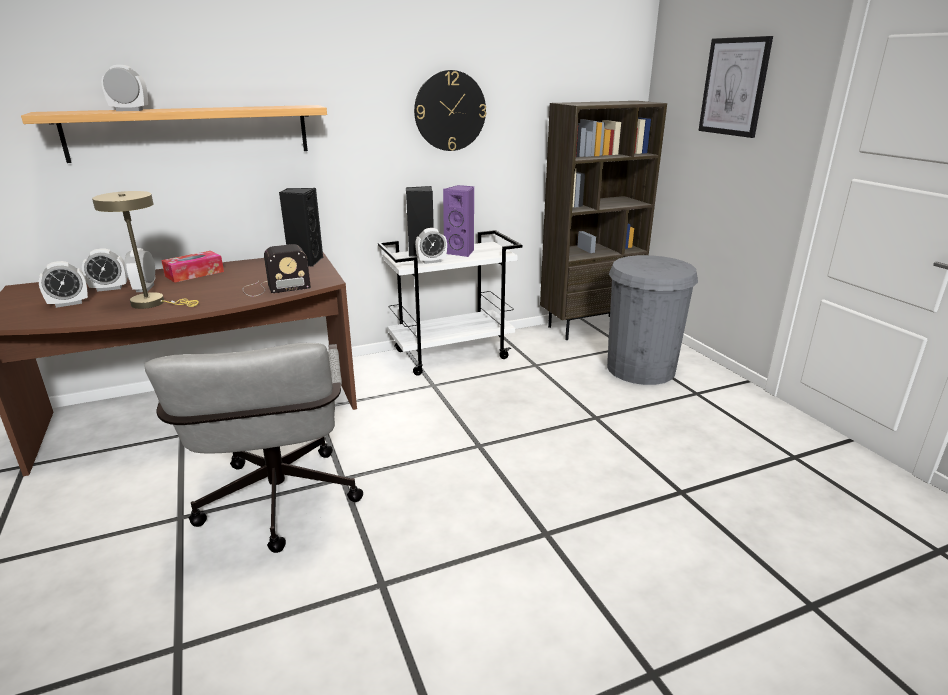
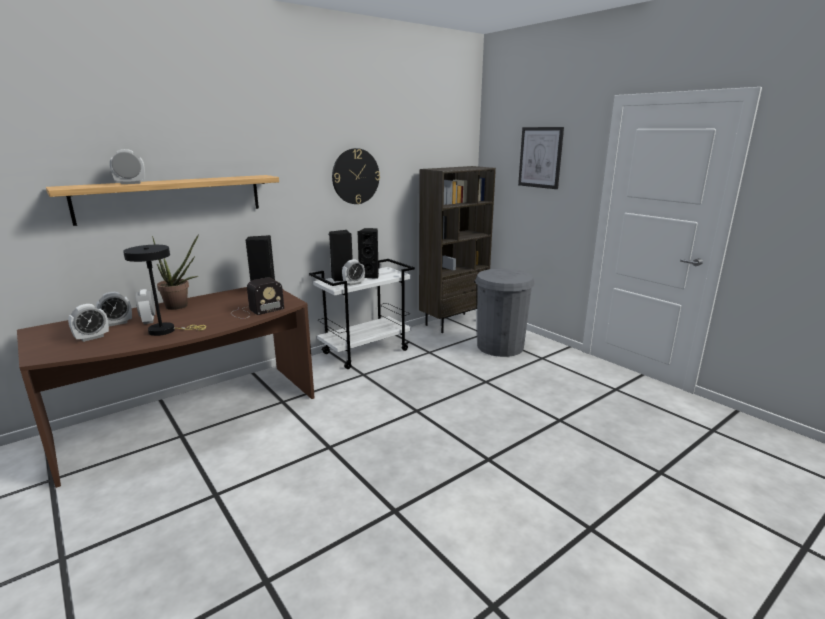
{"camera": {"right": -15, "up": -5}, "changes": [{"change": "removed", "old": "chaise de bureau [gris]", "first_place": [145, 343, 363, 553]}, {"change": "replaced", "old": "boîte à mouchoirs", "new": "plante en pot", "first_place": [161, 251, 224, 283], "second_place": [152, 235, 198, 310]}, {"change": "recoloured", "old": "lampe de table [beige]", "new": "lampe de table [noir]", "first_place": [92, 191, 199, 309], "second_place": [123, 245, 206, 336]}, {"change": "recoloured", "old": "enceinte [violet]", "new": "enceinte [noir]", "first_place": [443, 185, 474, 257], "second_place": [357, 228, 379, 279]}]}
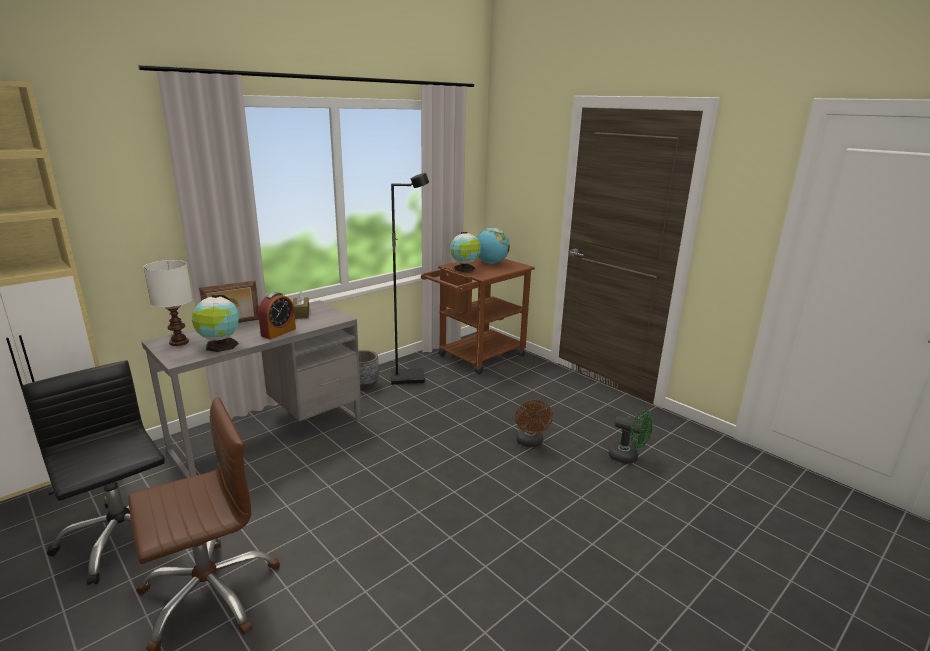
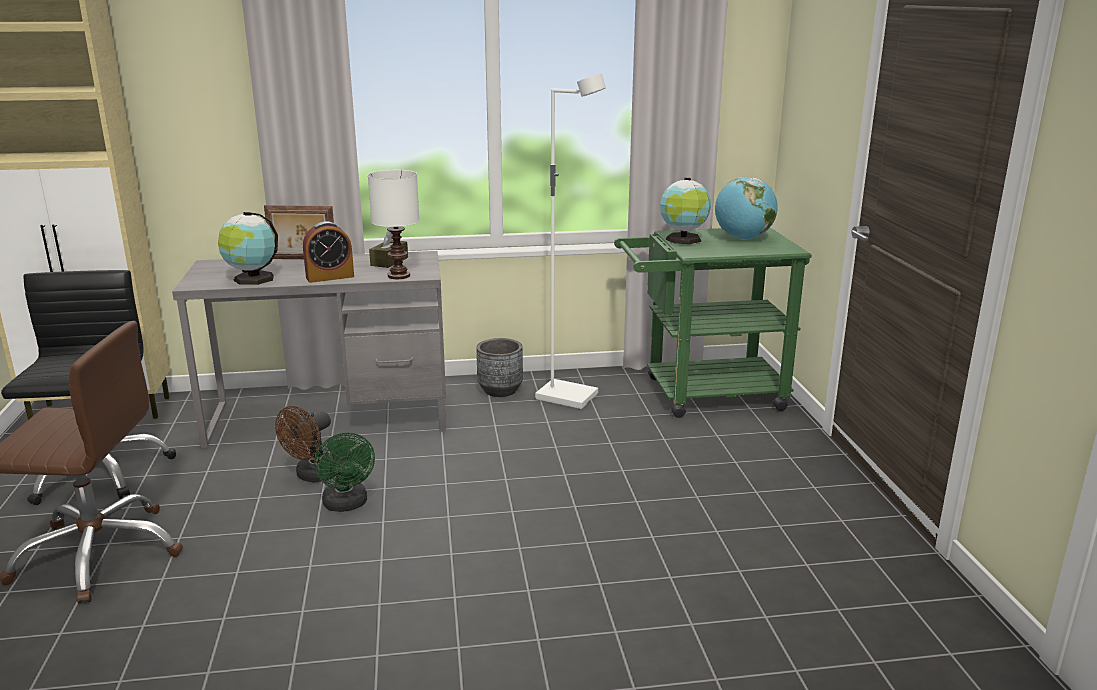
{"camera": {"right": 35, "up": 0}, "changes": [{"change": "moved", "old": "lampe de table [blanc]", "first_place": [143, 260, 193, 346], "second_place": [368, 170, 419, 279]}, {"change": "moved", "old": "ventilateur [marron]", "first_place": [515, 400, 553, 447], "second_place": [275, 406, 336, 482]}, {"change": "moved", "old": "ventilateur [vert]", "first_place": [609, 410, 653, 464], "second_place": [314, 433, 375, 512]}, {"change": "recoloured", "old": "lampadaire [noir]", "new": "lampadaire [blanc]", "first_place": [391, 173, 429, 385], "second_place": [535, 73, 606, 409]}, {"change": "recoloured", "old": "chariot [marron]", "new": "chariot [vert]", "first_place": [421, 258, 535, 374], "second_place": [614, 227, 812, 418]}]}
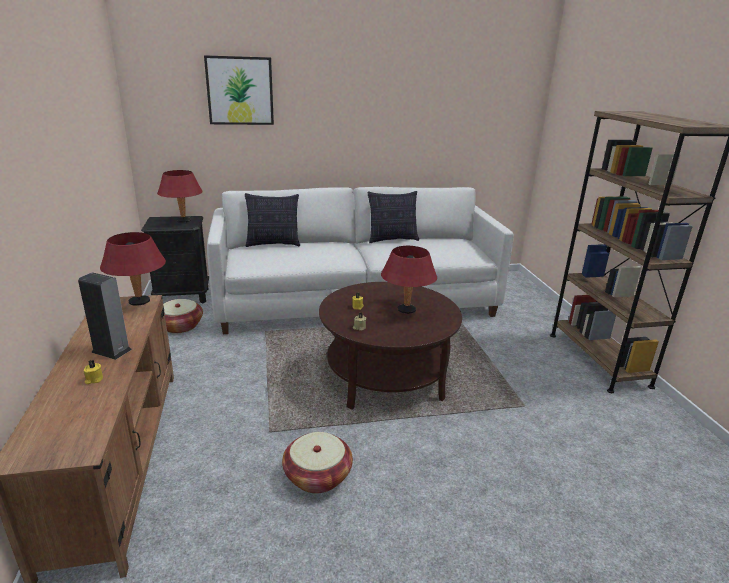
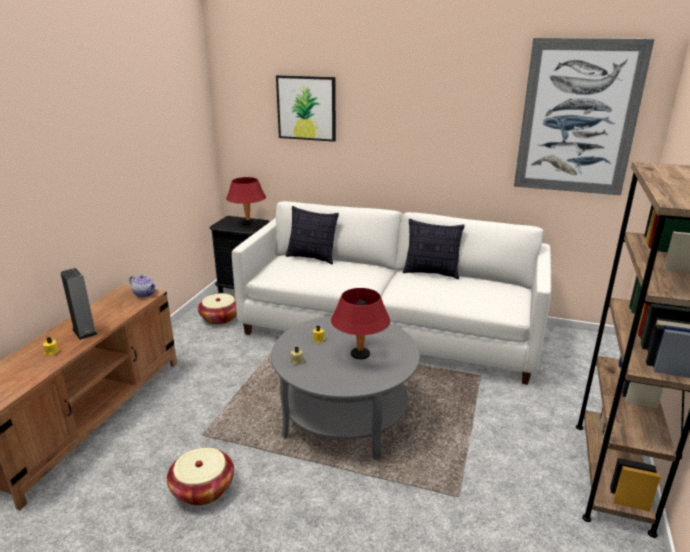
{"camera": {"right": 30, "up": 0}, "changes": [{"change": "added", "new": "tableau", "second_place": [514, 38, 654, 195]}, {"change": "replaced", "old": "lampe de table [rouge]", "new": "théière", "first_place": [100, 232, 166, 306], "second_place": [129, 275, 156, 298]}, {"change": "recoloured", "old": "table basse [marron]", "new": "table basse [gris]", "first_place": [319, 282, 462, 410], "second_place": [271, 316, 420, 460]}]}
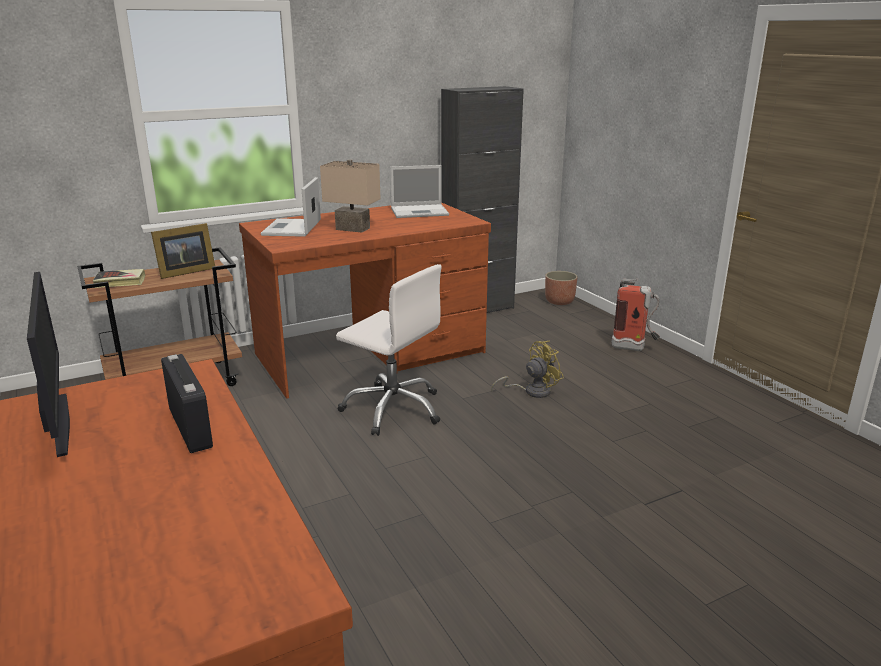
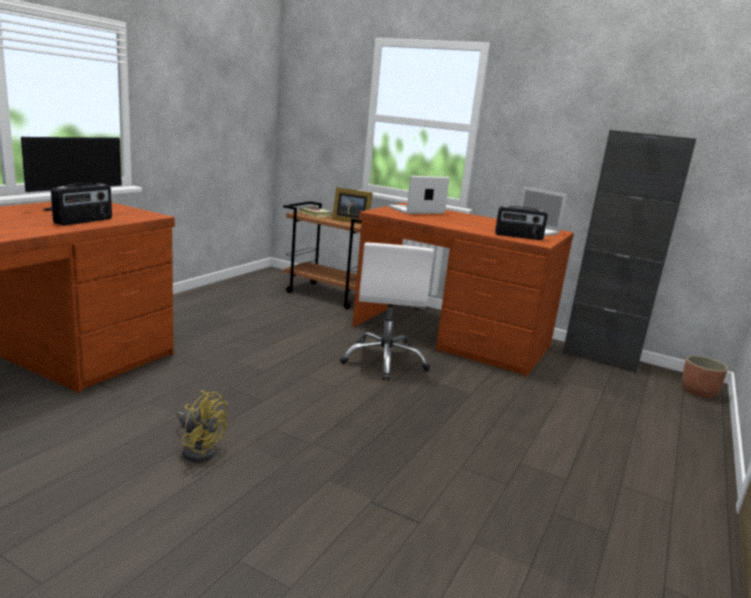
{"camera": {"right": 55, "up": -5}, "changes": [{"change": "removed", "old": "lampe de table [beige]", "first_place": [320, 159, 380, 232]}, {"change": "removed", "old": "extincteur", "first_place": [611, 279, 660, 351]}, {"change": "added", "new": "radio", "second_place": [495, 206, 548, 240]}, {"change": "moved", "old": "ventilateur [jaune]", "first_place": [491, 341, 564, 398], "second_place": [176, 390, 227, 462]}]}
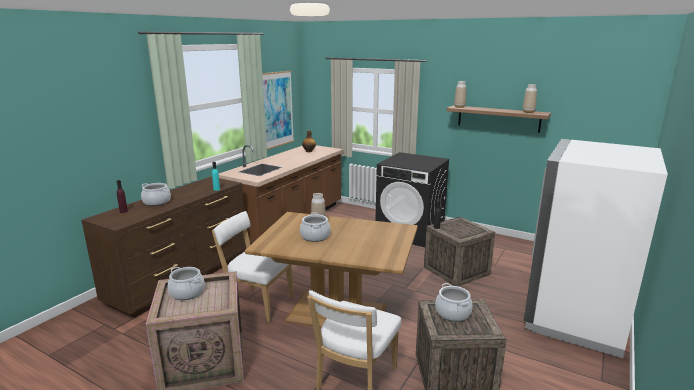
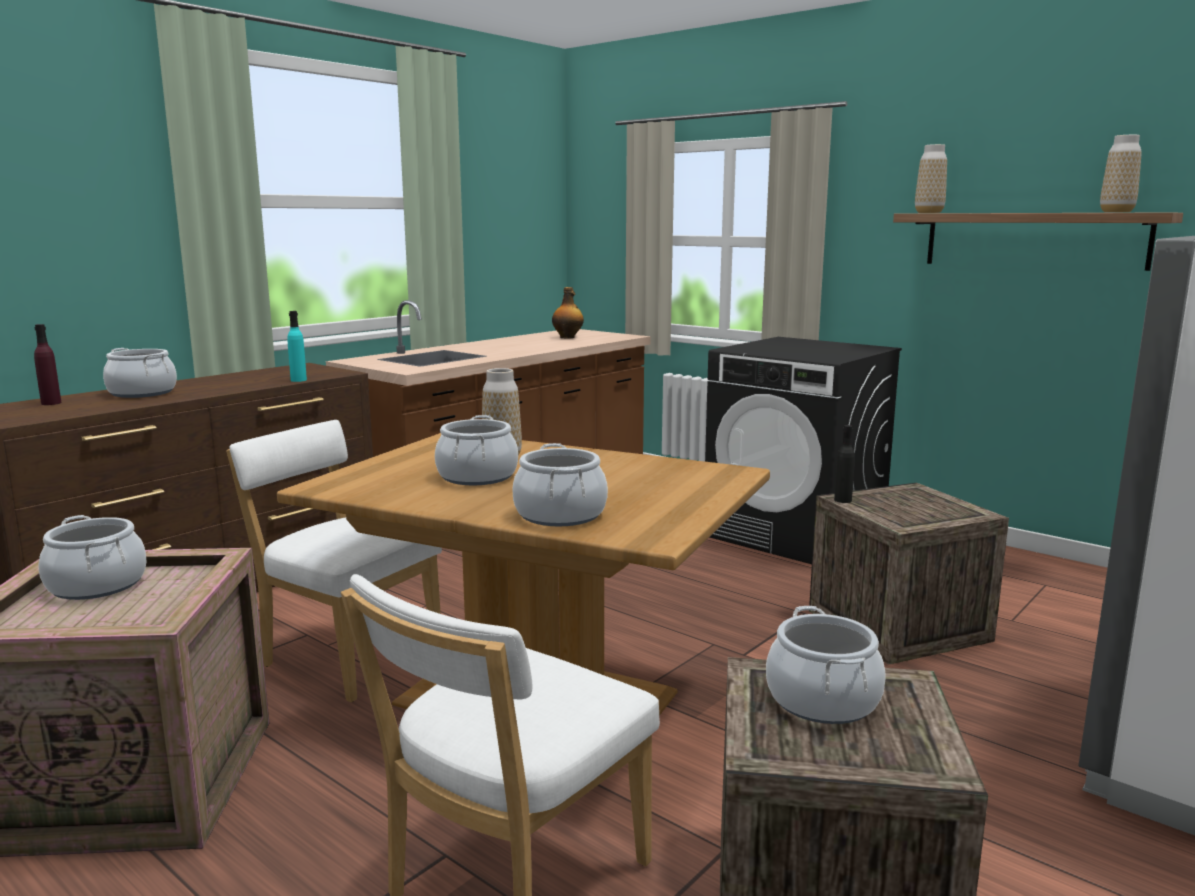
{"camera": {"right": 10, "up": -5}, "changes": [{"change": "removed", "old": "tableau", "first_place": [262, 71, 294, 150]}, {"change": "added", "new": "marmite", "second_place": [512, 443, 608, 526]}]}
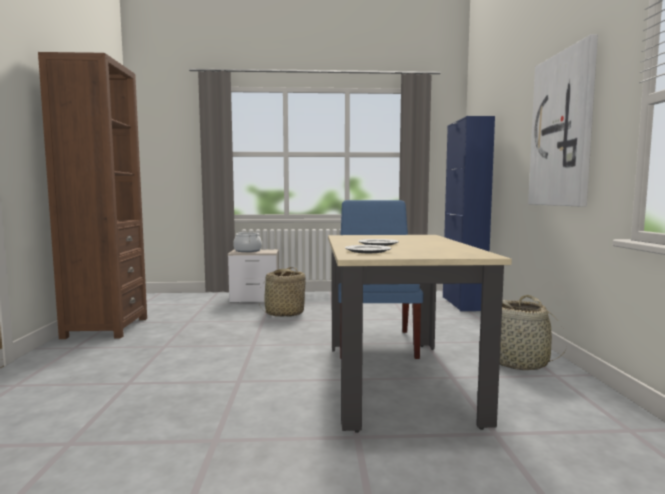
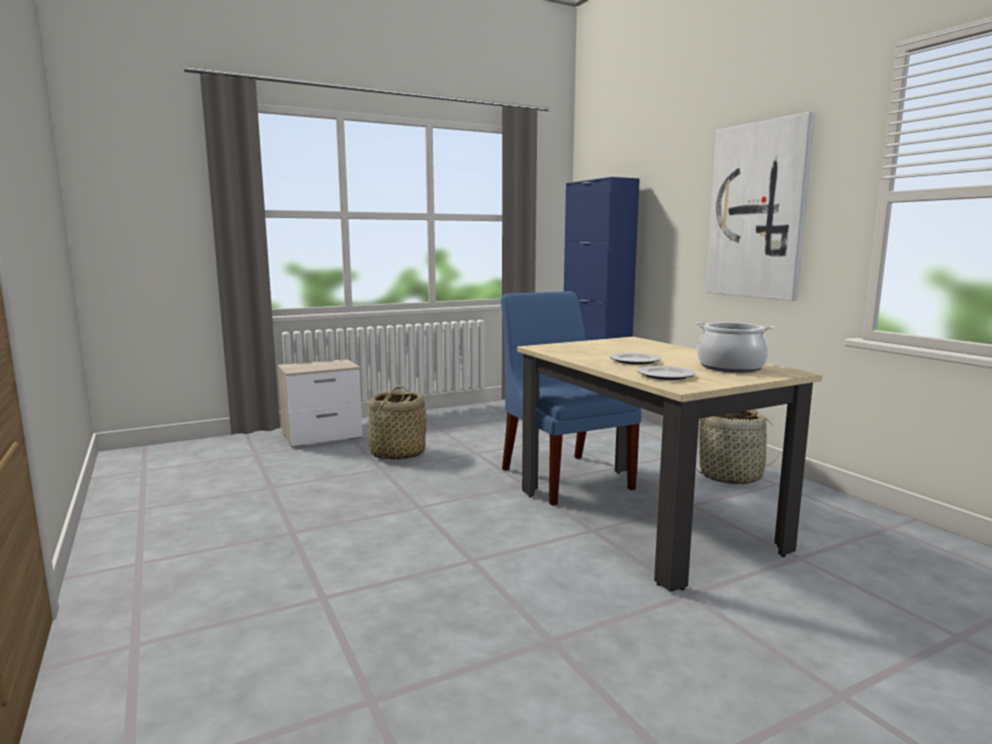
{"camera": {"right": -25, "up": 5}, "changes": [{"change": "removed", "old": "bibliothèque [marron]", "first_place": [38, 52, 147, 339]}, {"change": "moved", "old": "marmite", "first_place": [233, 232, 262, 252], "second_place": [696, 322, 775, 373]}]}
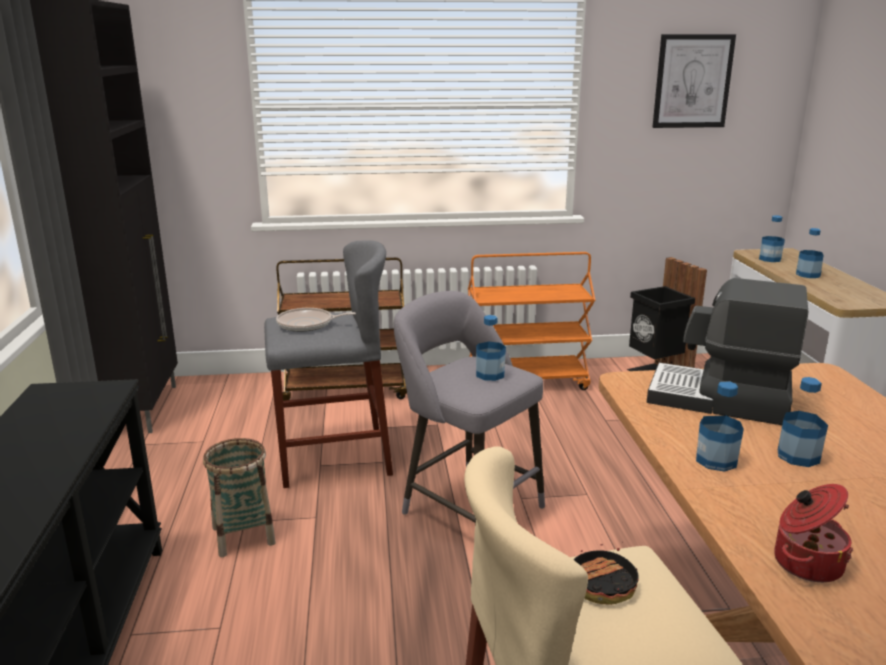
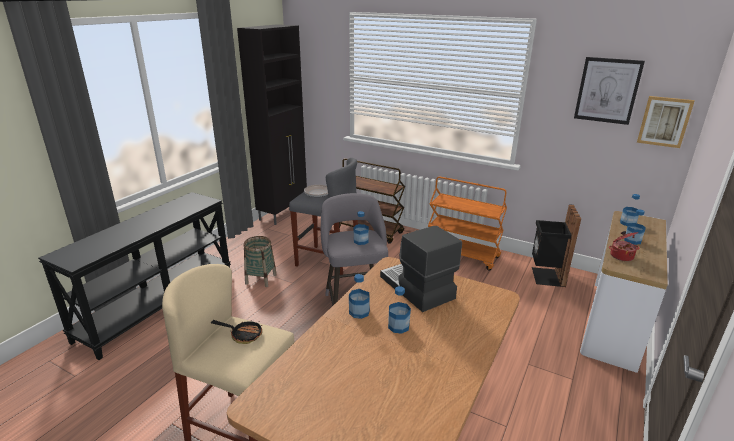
{"camera": {"right": 35, "up": 5}, "changes": [{"change": "added", "new": "tableau", "second_place": [637, 96, 695, 148]}, {"change": "moved", "old": "marmite", "first_place": [774, 484, 853, 583], "second_place": [609, 231, 639, 261]}]}
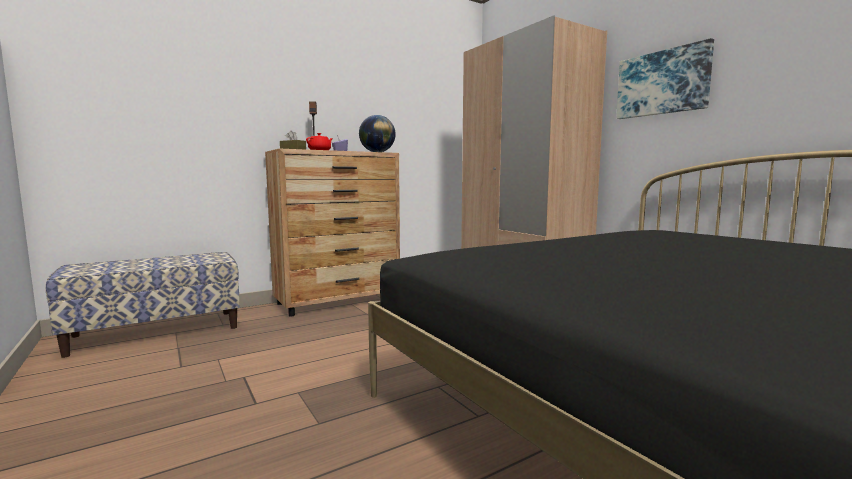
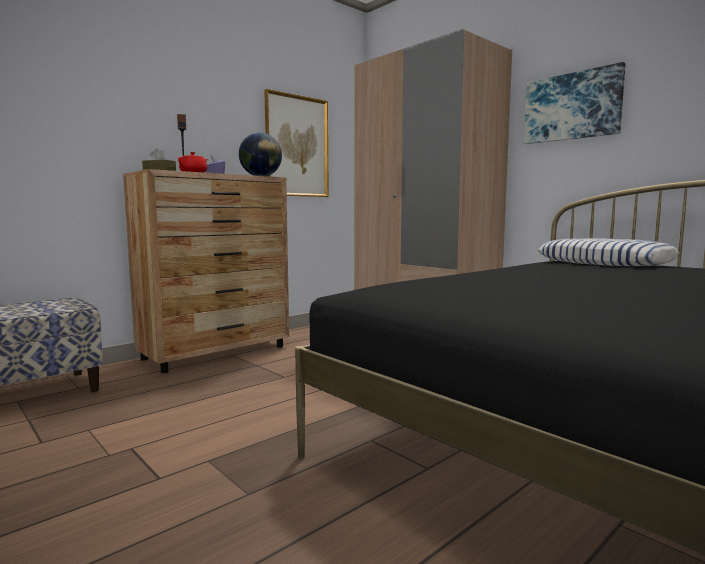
{"camera": {"right": -10, "up": 0}, "changes": [{"change": "added", "new": "tableau", "second_place": [264, 89, 329, 197]}, {"change": "added", "new": "coussin", "second_place": [538, 238, 679, 266]}]}
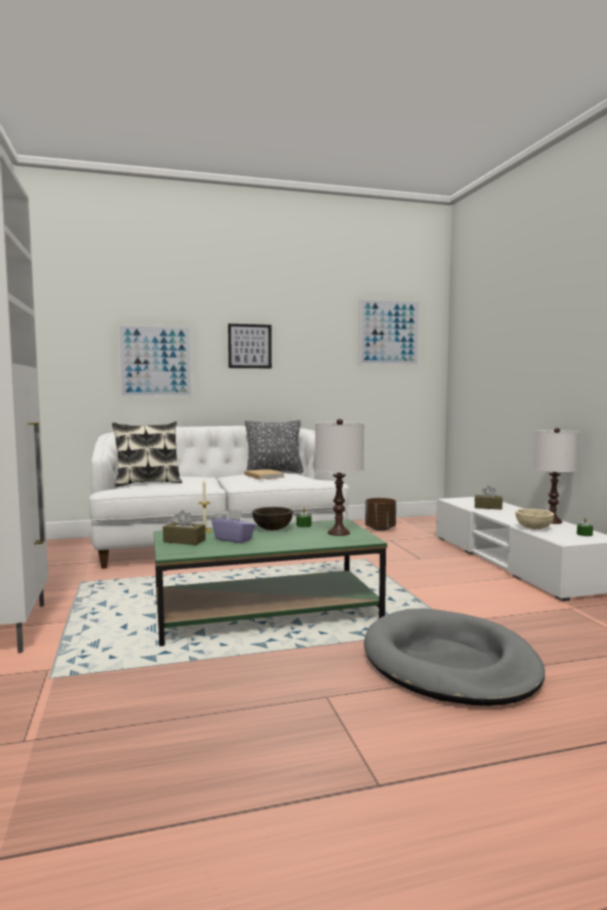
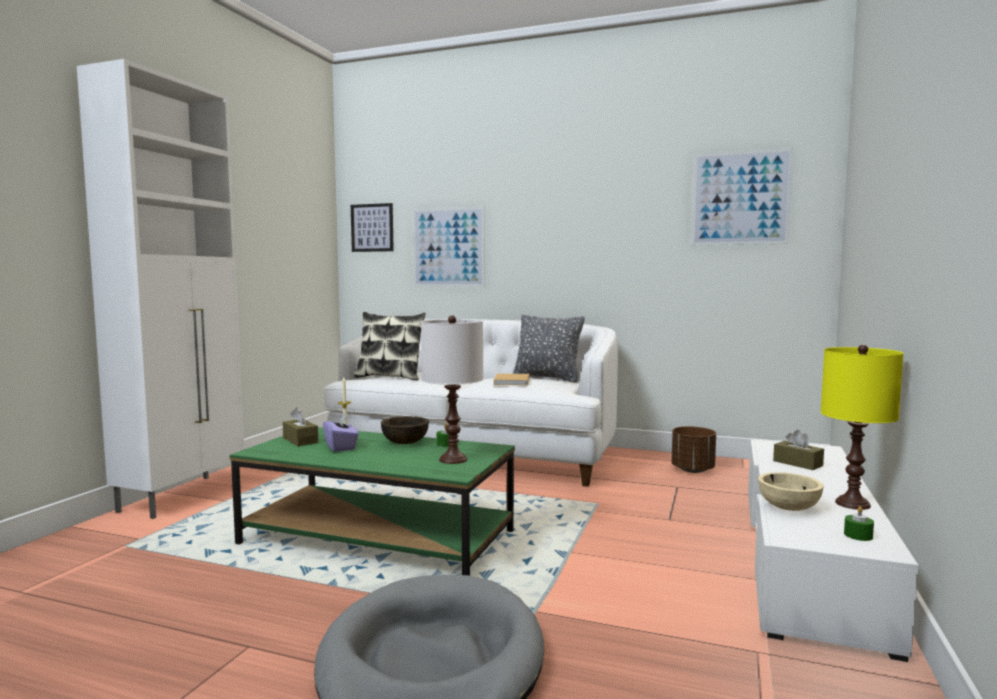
{"camera": {"right": 35, "up": 0}, "changes": [{"change": "moved", "old": "tableau", "first_place": [228, 324, 272, 368], "second_place": [351, 203, 394, 252]}, {"change": "recoloured", "old": "lampe de table [blanc]", "new": "lampe de table [jaune]", "first_place": [534, 428, 579, 524], "second_place": [820, 345, 904, 510]}]}
